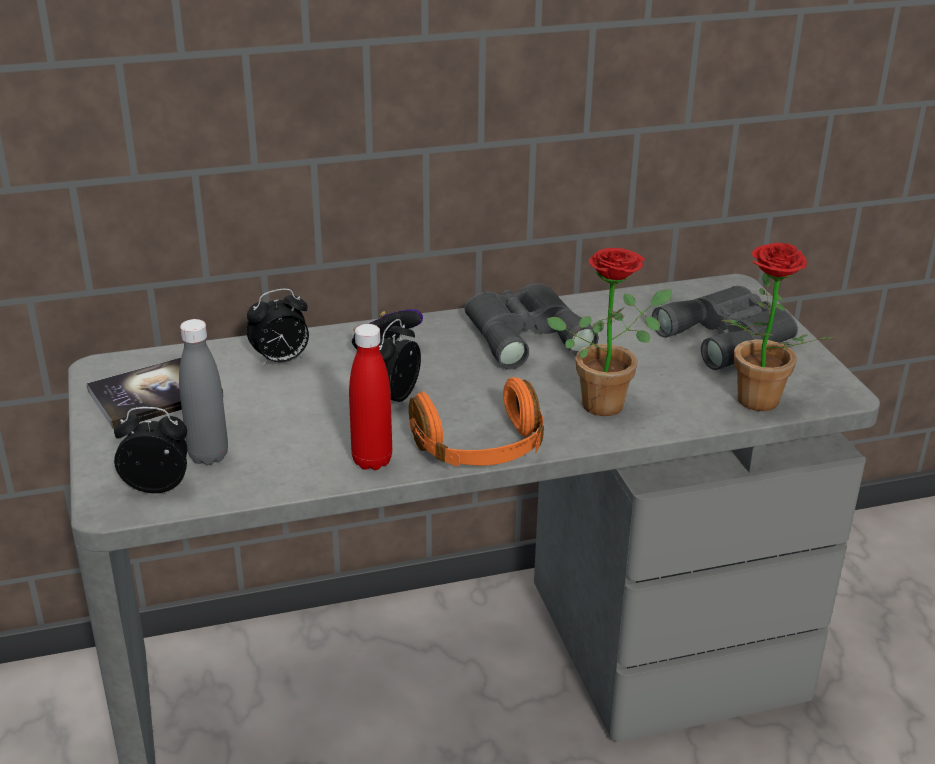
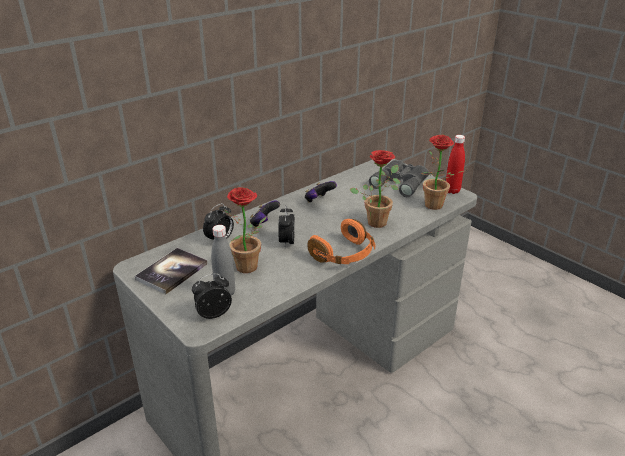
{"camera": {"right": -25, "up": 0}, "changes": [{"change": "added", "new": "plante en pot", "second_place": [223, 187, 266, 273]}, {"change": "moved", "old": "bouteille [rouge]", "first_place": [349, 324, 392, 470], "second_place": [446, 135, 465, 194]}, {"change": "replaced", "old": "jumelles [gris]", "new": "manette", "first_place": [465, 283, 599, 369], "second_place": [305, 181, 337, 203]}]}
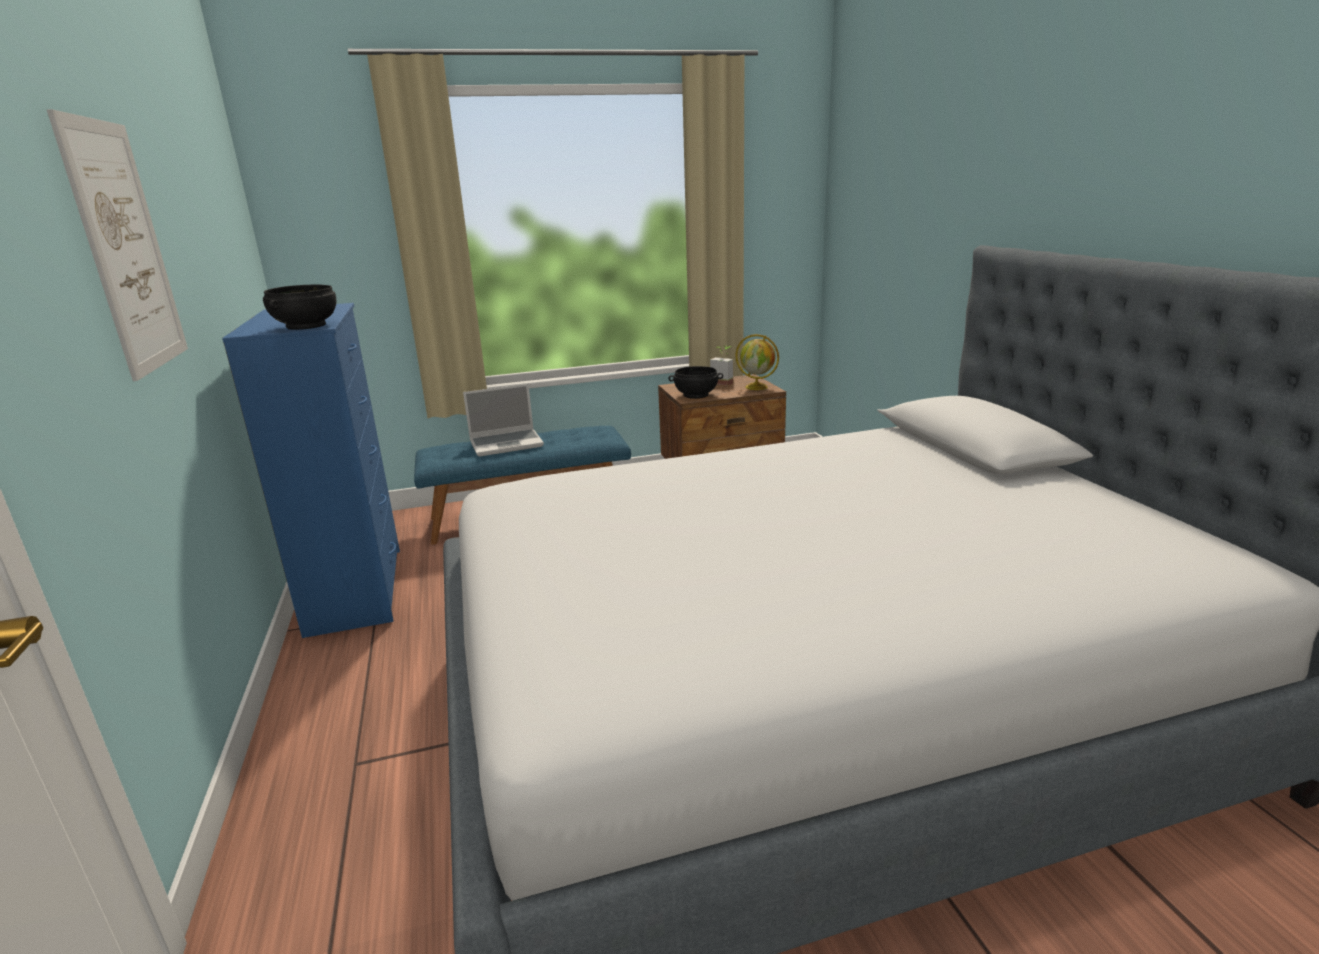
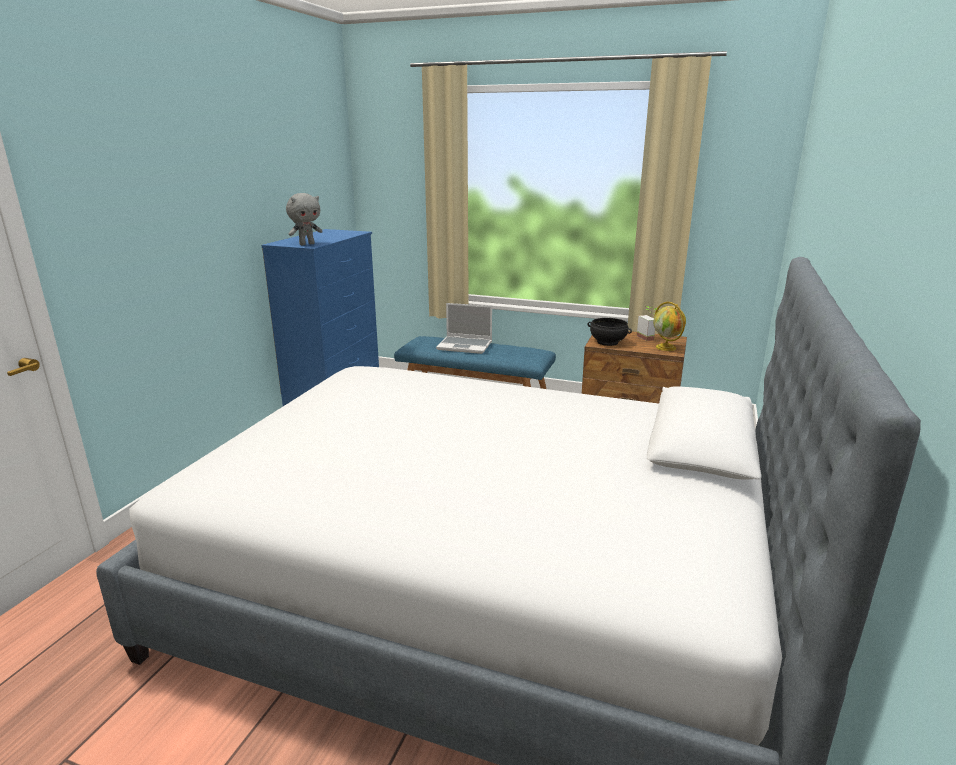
{"camera": {"right": 35, "up": 0}, "changes": [{"change": "removed", "old": "tableau", "first_place": [47, 109, 188, 381]}, {"change": "replaced", "old": "bol [noir]", "new": "peluche [gris]", "first_place": [263, 284, 336, 330], "second_place": [286, 193, 323, 245]}]}
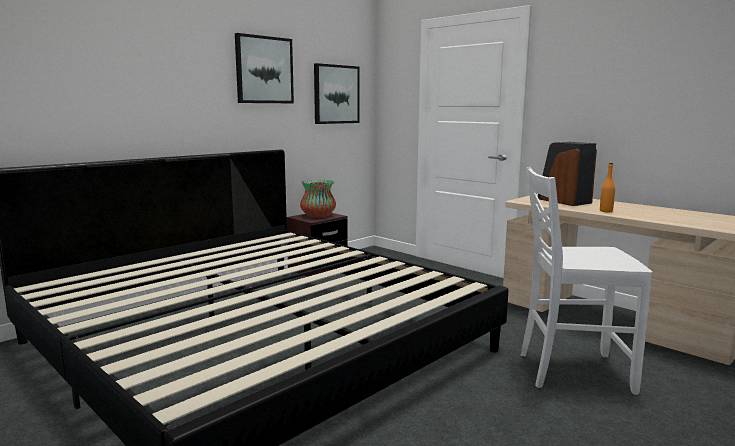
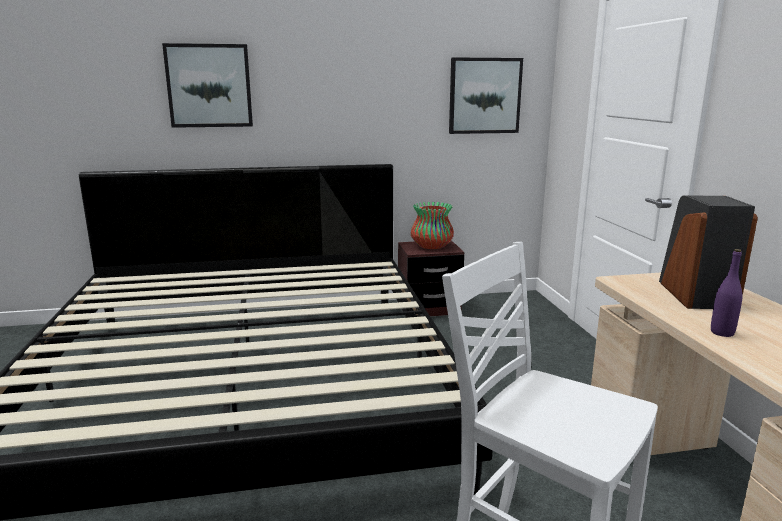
{"camera": {"right": 35, "up": 5}, "changes": [{"change": "moved", "old": "tableau", "first_place": [235, 33, 294, 103], "second_place": [162, 43, 253, 128]}, {"change": "recoloured", "old": "bouteille [orange]", "new": "bouteille [violet]", "first_place": [600, 163, 615, 212], "second_place": [711, 249, 742, 337]}]}
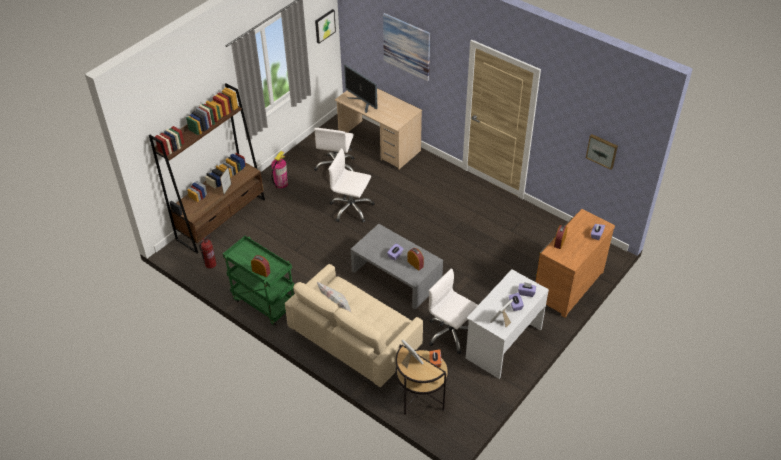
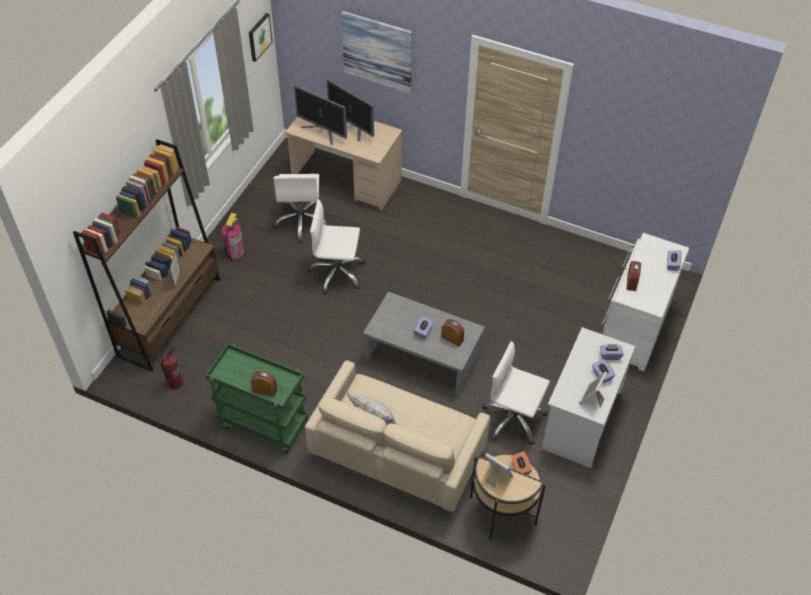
{"camera": {"right": -15, "up": 5}, "changes": [{"change": "removed", "old": "tableau", "first_place": [586, 134, 618, 170]}, {"change": "added", "new": "écran d'ordinateur", "second_place": [327, 79, 374, 142]}, {"change": "recoloured", "old": "commode [marron]", "new": "commode [blanc]", "first_place": [536, 209, 615, 318], "second_place": [601, 233, 689, 371]}]}
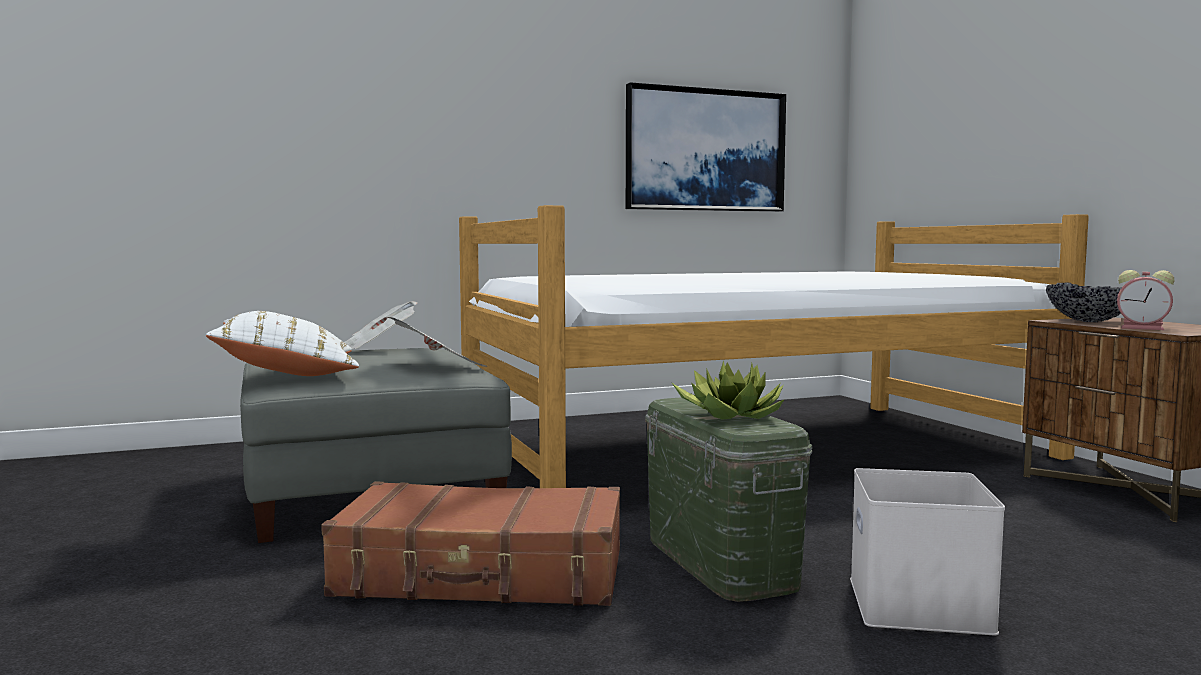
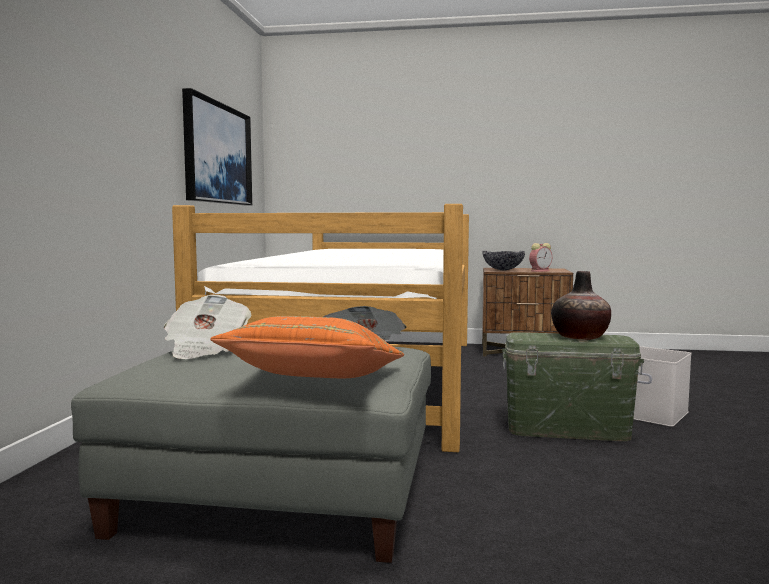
{"camera": {"right": -60, "up": 0}, "changes": [{"change": "removed", "old": "valise [marron]", "first_place": [321, 482, 620, 606]}, {"change": "replaced", "old": "plante en pot", "new": "vase", "first_place": [671, 360, 785, 420], "second_place": [551, 271, 611, 340]}, {"change": "recoloured", "old": "coussin [blanc]", "new": "coussin [orange]", "first_place": [206, 311, 359, 376], "second_place": [210, 316, 404, 378]}]}
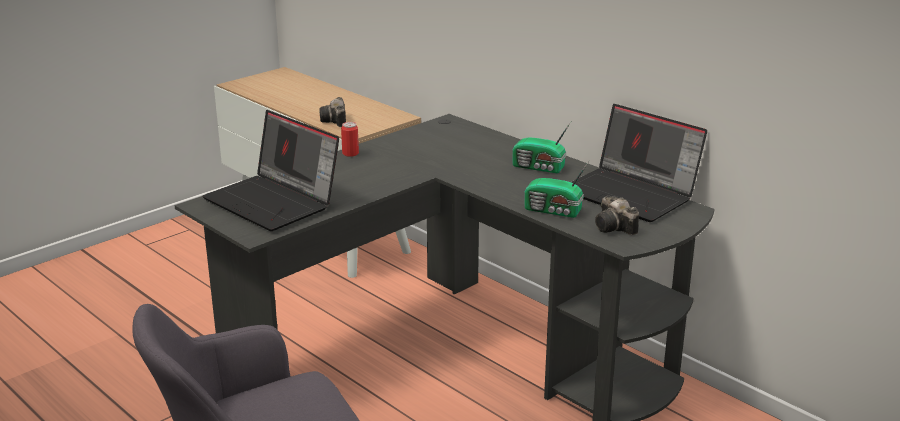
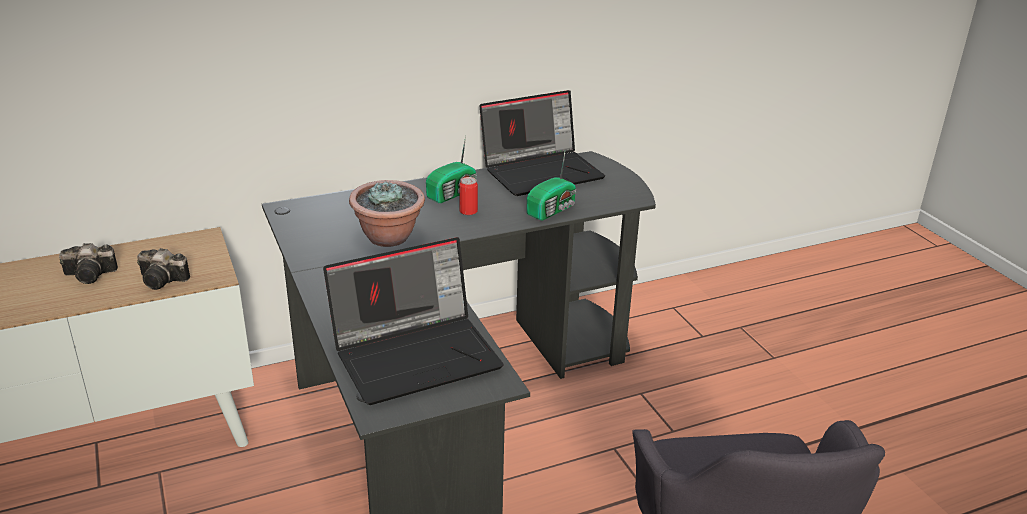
{"camera": {"right": -70, "up": 5}, "changes": [{"change": "added", "new": "plante en pot", "second_place": [349, 180, 425, 247]}, {"change": "moved", "old": "boîte métallique", "first_place": [341, 122, 359, 157], "second_place": [459, 177, 478, 215]}, {"change": "moved", "old": "appareil photo", "first_place": [595, 196, 639, 235], "second_place": [59, 243, 118, 284]}]}
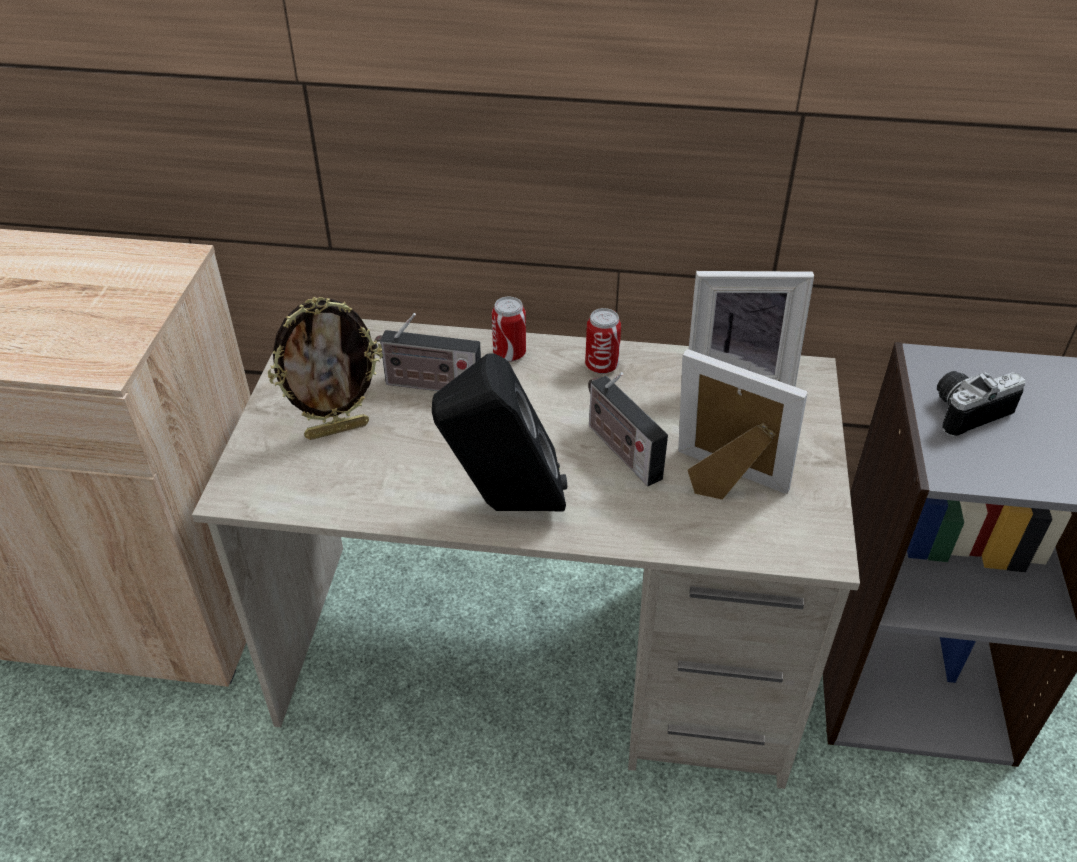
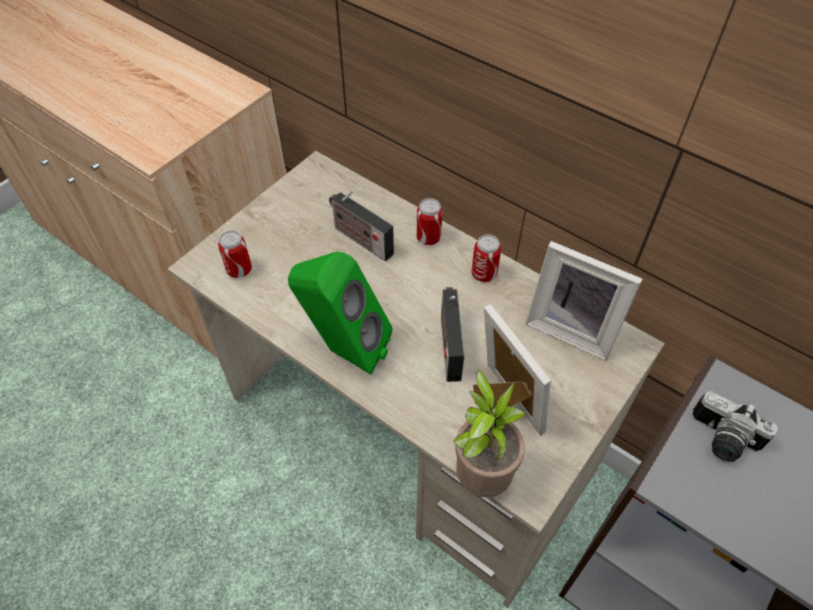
{"camera": {"right": 30, "up": 10}, "changes": [{"change": "removed", "old": "cadre photo", "first_place": [268, 297, 383, 440]}, {"change": "added", "new": "boîte métallique", "second_place": [218, 230, 252, 278]}, {"change": "added", "new": "plante en pot", "second_place": [453, 370, 526, 498]}, {"change": "recoloured", "old": "enceinte [noir]", "new": "enceinte [vert]", "first_place": [432, 353, 567, 512], "second_place": [288, 251, 392, 375]}, {"change": "turned", "old": "appareil photo", "first_place": [937, 371, 1025, 437], "second_place": [692, 391, 778, 462], "degrees": -150}]}
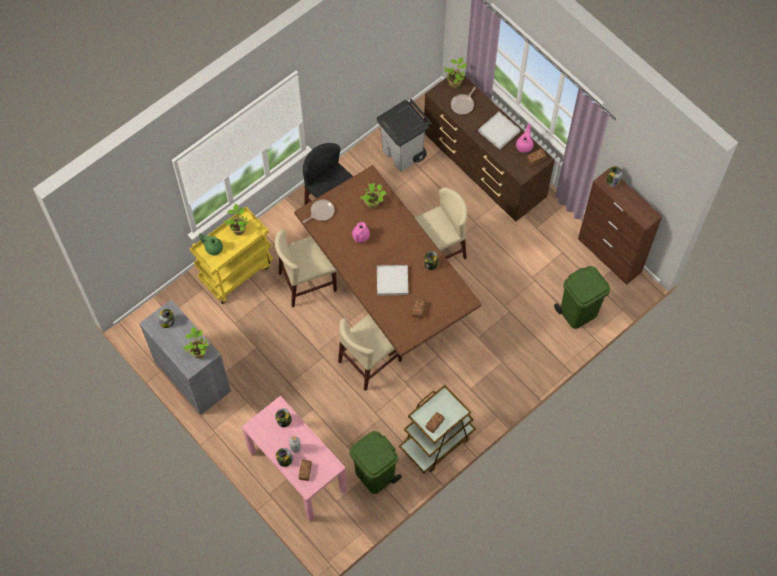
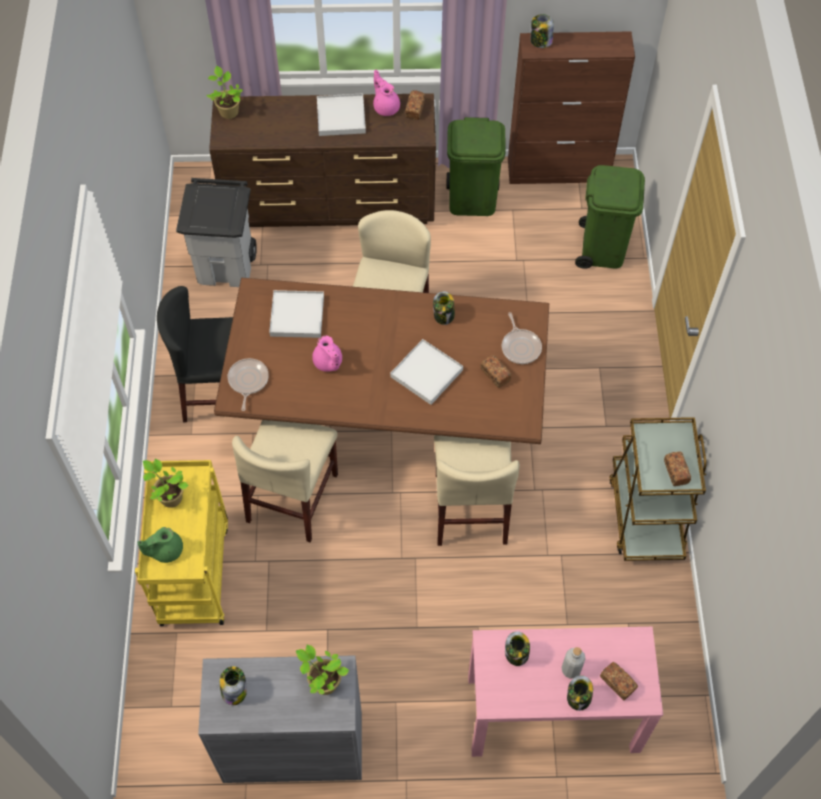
{"camera": {"right": -50, "up": -5}, "changes": [{"change": "moved", "old": "poubelle [vert]", "first_place": [349, 431, 402, 494], "second_place": [446, 117, 505, 216]}, {"change": "moved", "old": "poêle", "first_place": [451, 87, 476, 115], "second_place": [502, 312, 542, 364]}, {"change": "replaced", "old": "plante en pot", "new": "plateau [blanc]", "first_place": [360, 183, 386, 209], "second_place": [269, 290, 324, 338]}]}
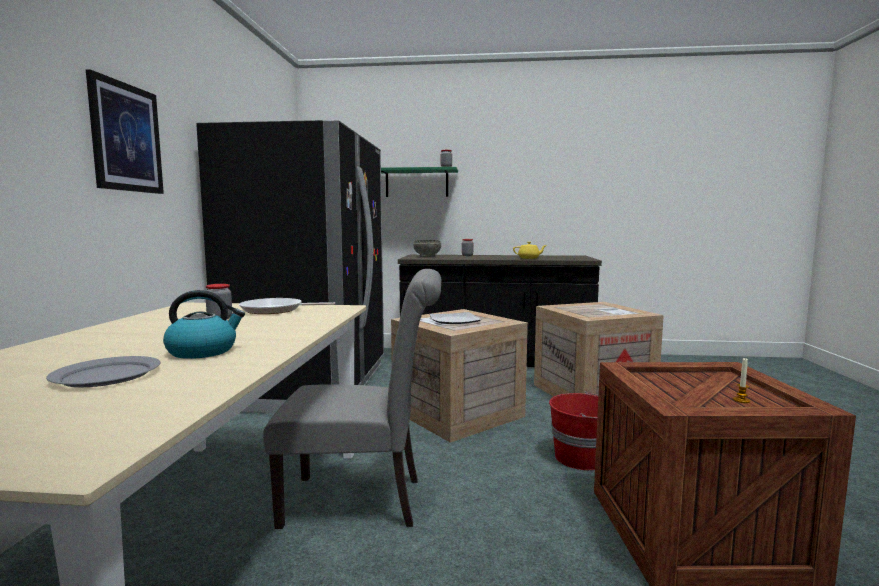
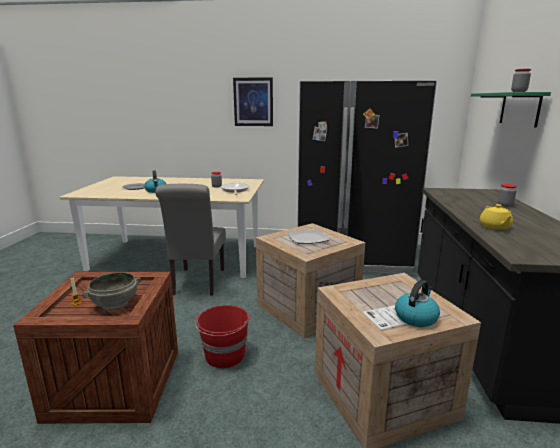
{"camera": {"right": 90, "up": 10}, "changes": [{"change": "added", "new": "bouilloire", "second_place": [395, 280, 440, 327]}, {"change": "moved", "old": "bol [gris]", "first_place": [413, 240, 441, 257], "second_place": [82, 272, 141, 311]}]}
